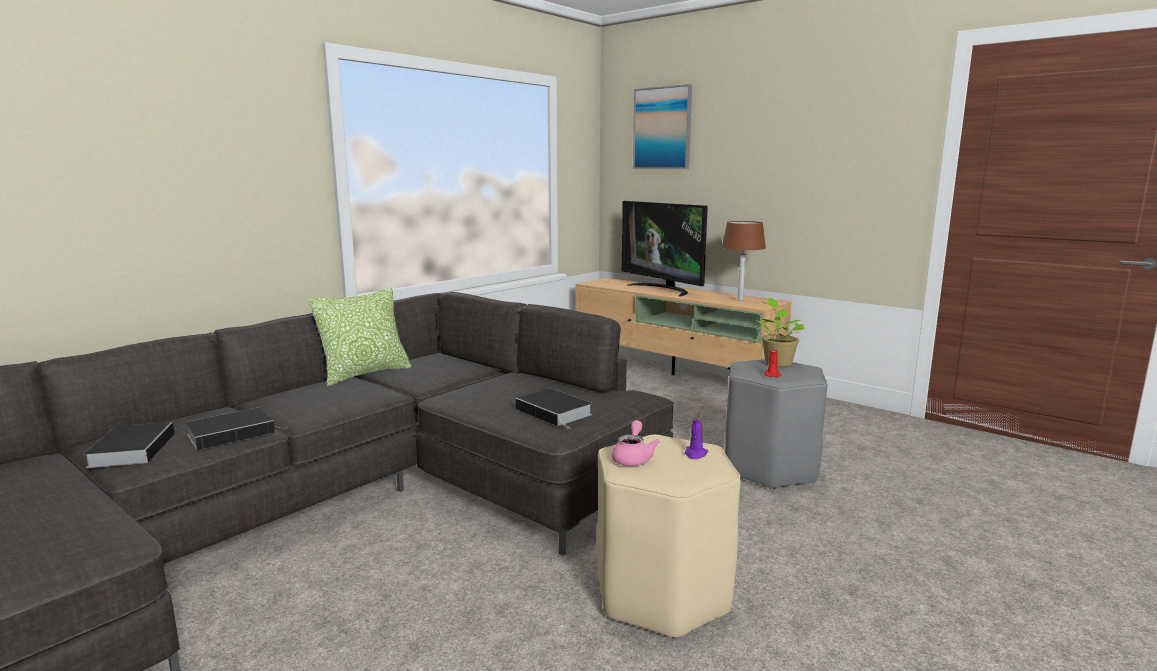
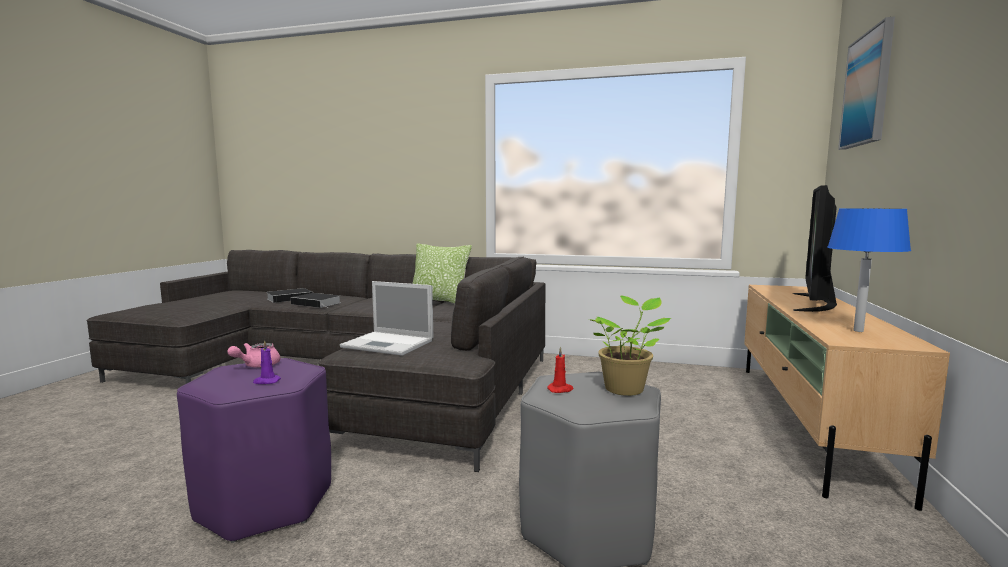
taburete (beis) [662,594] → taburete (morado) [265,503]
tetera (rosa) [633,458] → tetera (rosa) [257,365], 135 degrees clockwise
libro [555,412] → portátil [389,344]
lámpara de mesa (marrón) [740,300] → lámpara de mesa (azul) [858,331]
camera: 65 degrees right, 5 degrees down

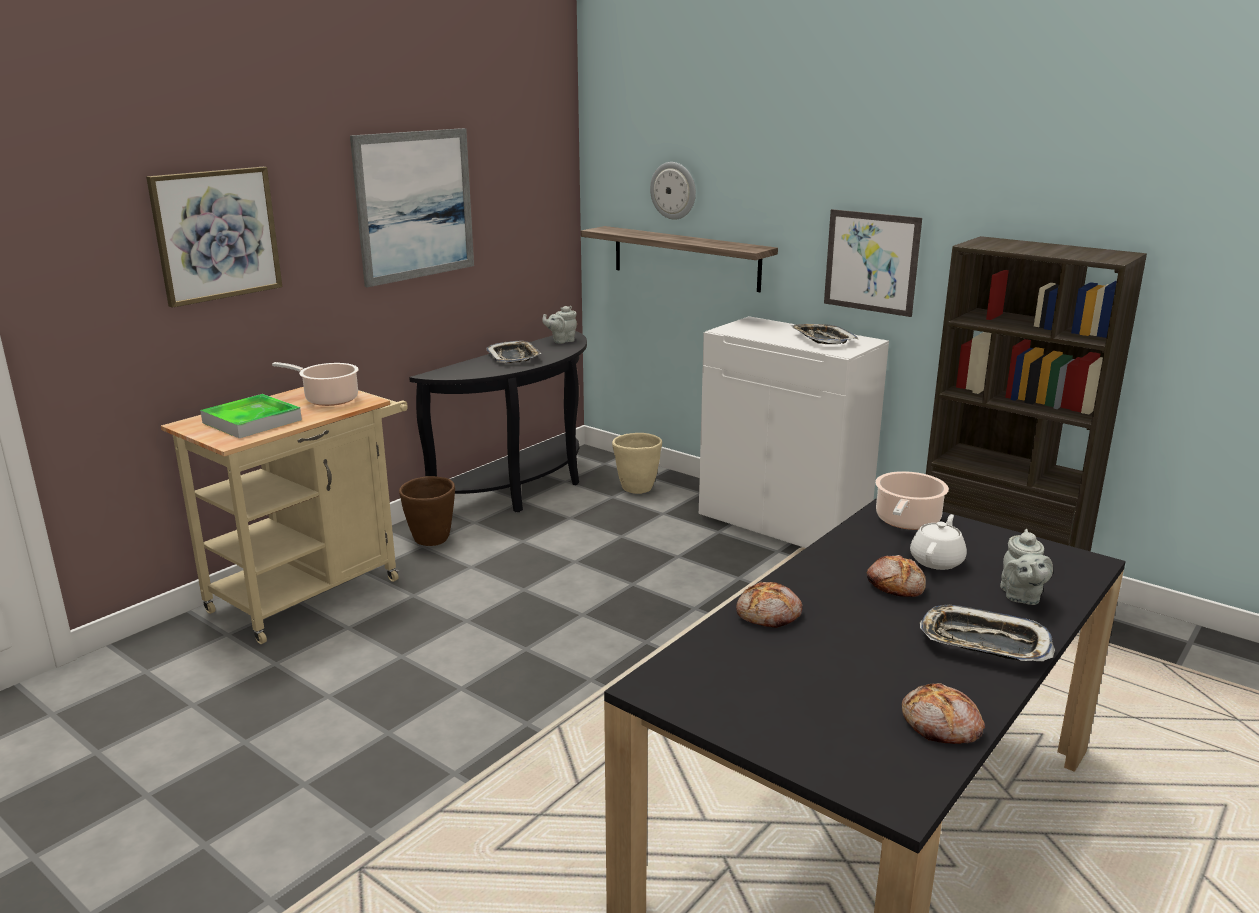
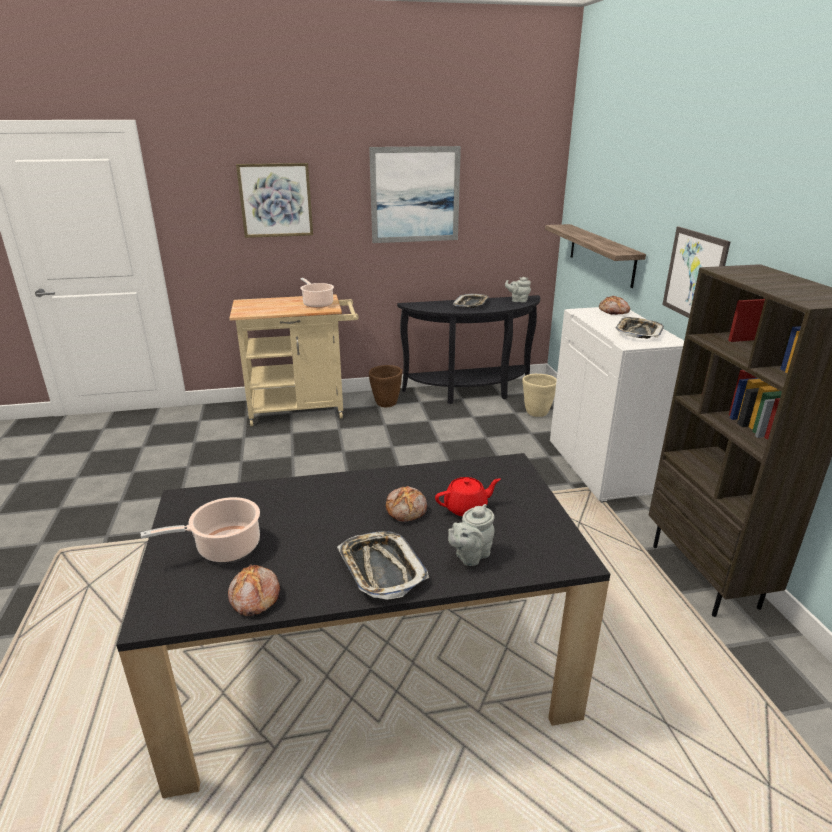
olla [906,521] → olla [224,547], shifted
tetera (blanco) [937,560] → tetera (rojo) [466,508]
pan [769,615] → pan [614,311], shifted
bandeja [252,421] → -
reloj de pared [673,190] → -
camera: 40 degrees right, 5 degrees up

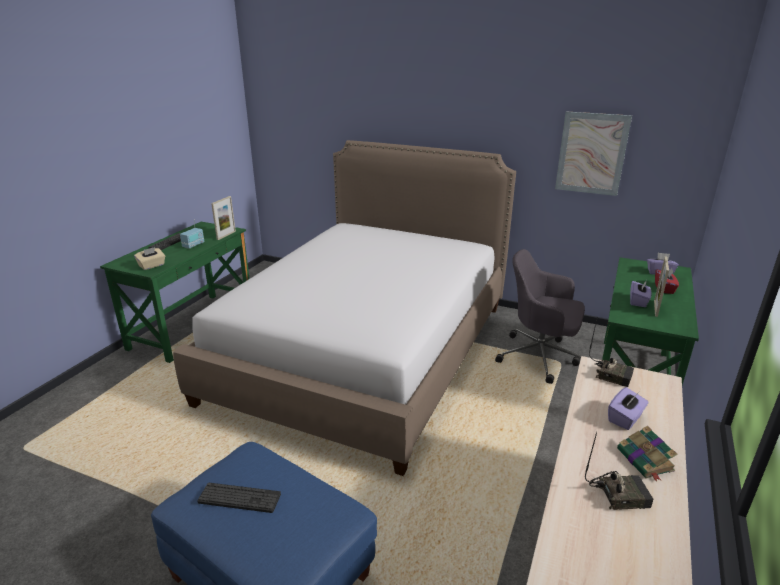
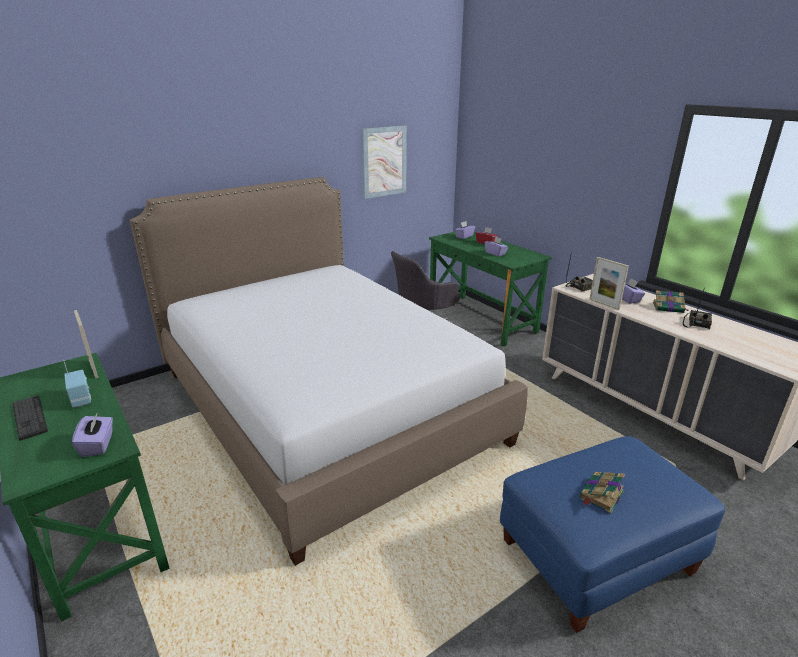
caja de pañuelos (beis) [152,266] → caja de pañuelos (morado) [98,445]
teclado [239,498] → libro [601,495]
portarretratos [655,308] → portarretratos [604,304], shifted
camera: 60 degrees left, 0 degrees up

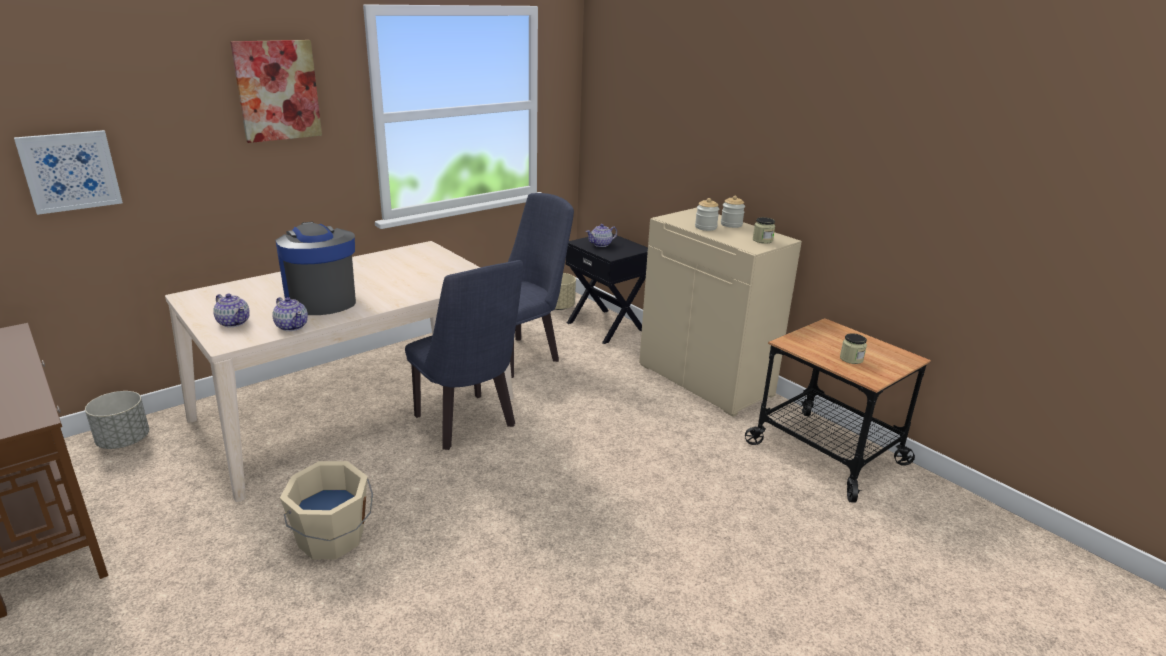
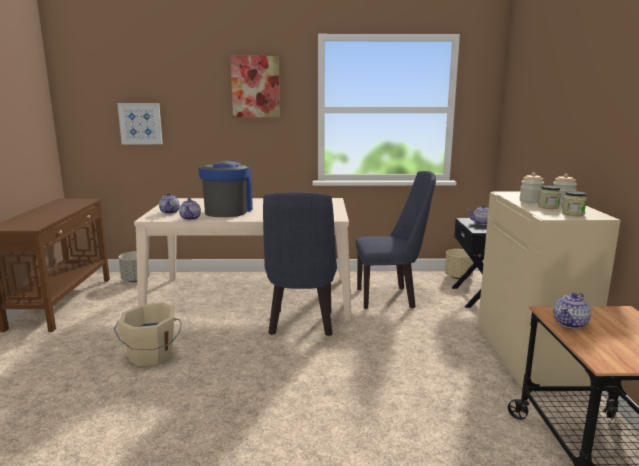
tarro [851,359] → tarro [548,207], shifted
- → tetera [570,323]
camera: 40 degrees right, 10 degrees down

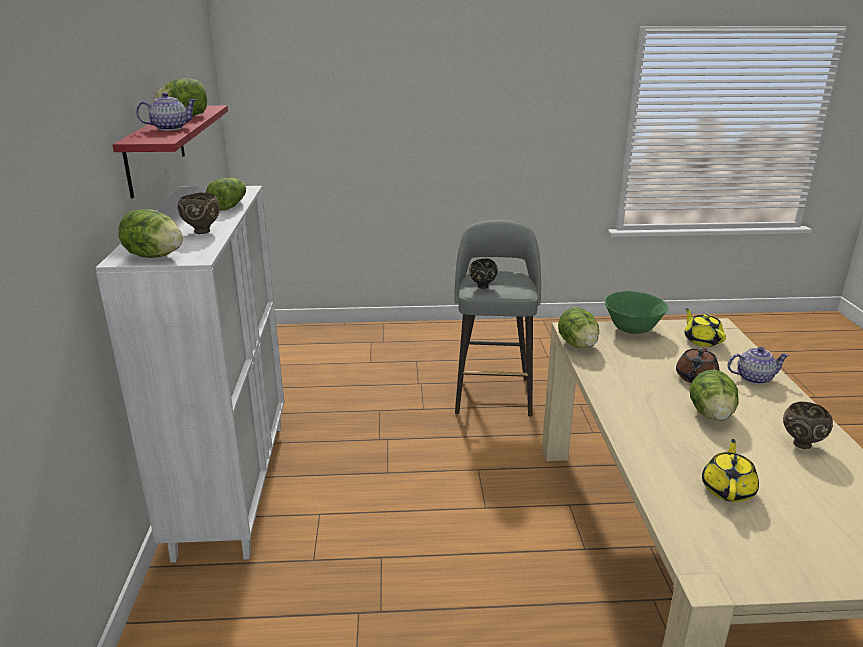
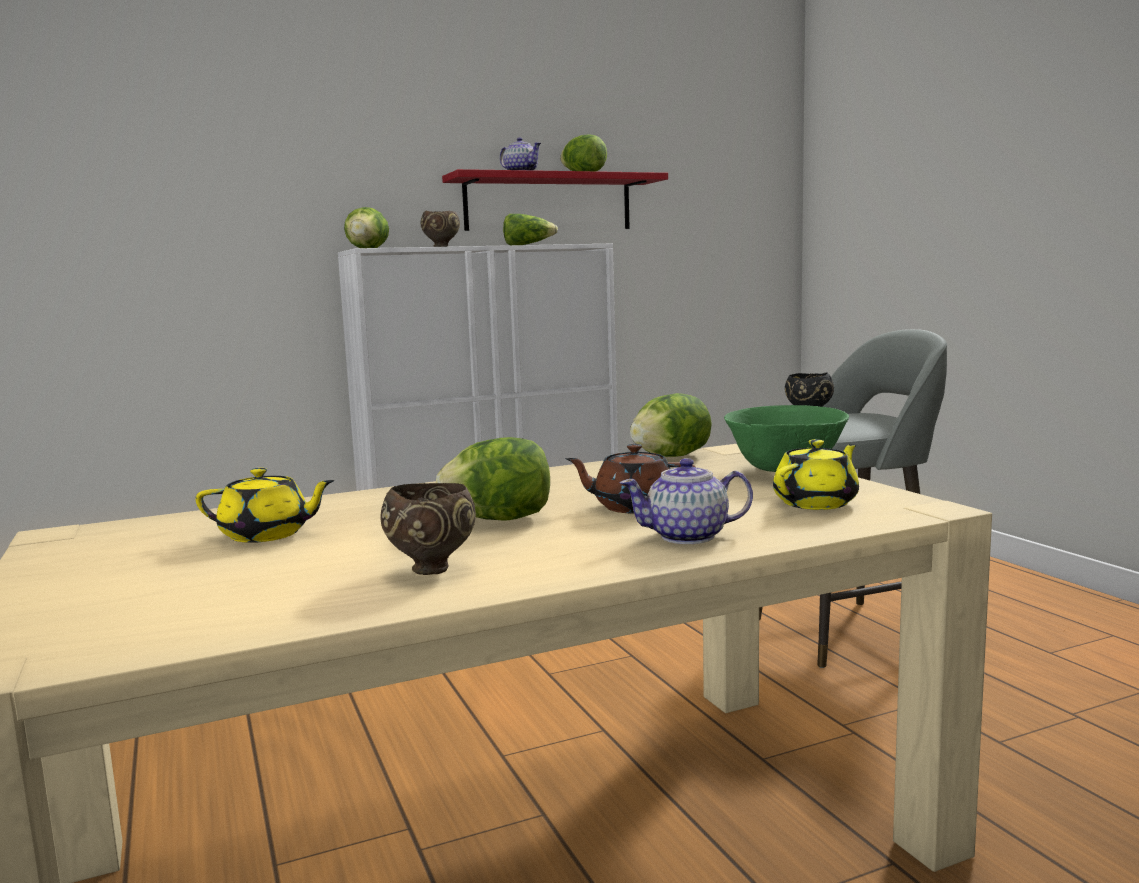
tetera [753,378] → tetera [688,536], 105 degrees clockwise
camera: 70 degrees right, 15 degrees down

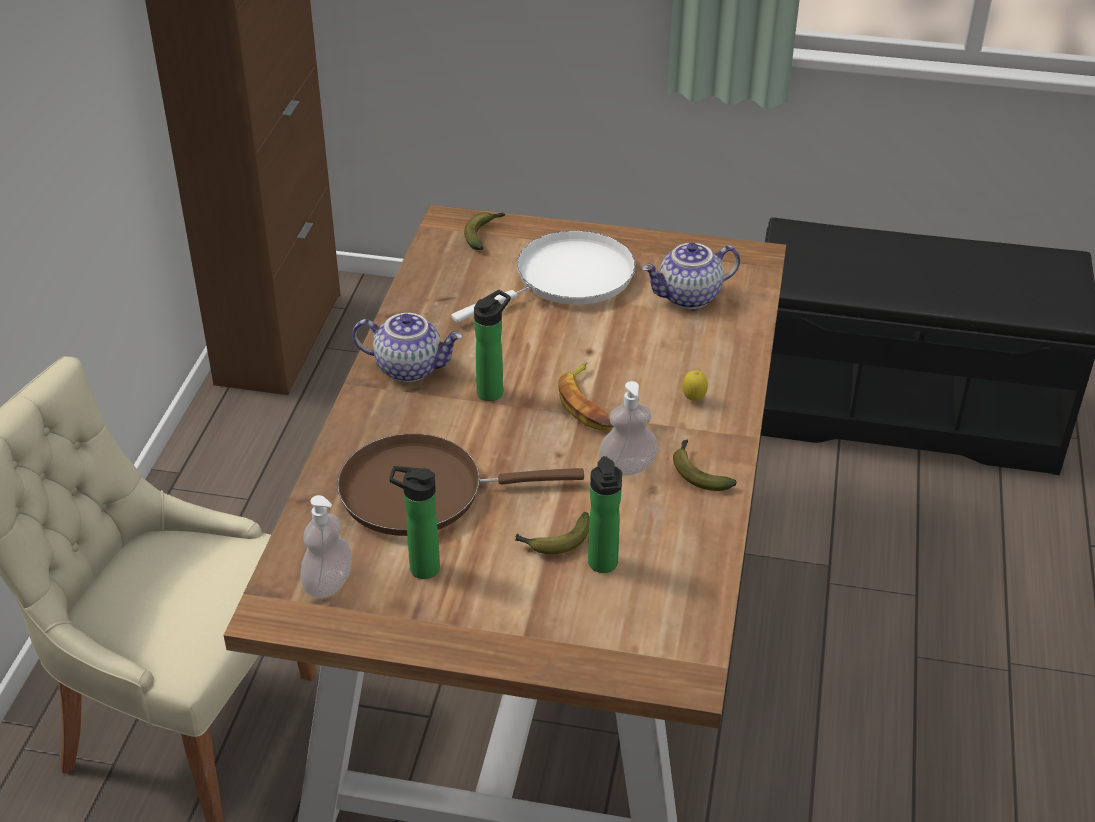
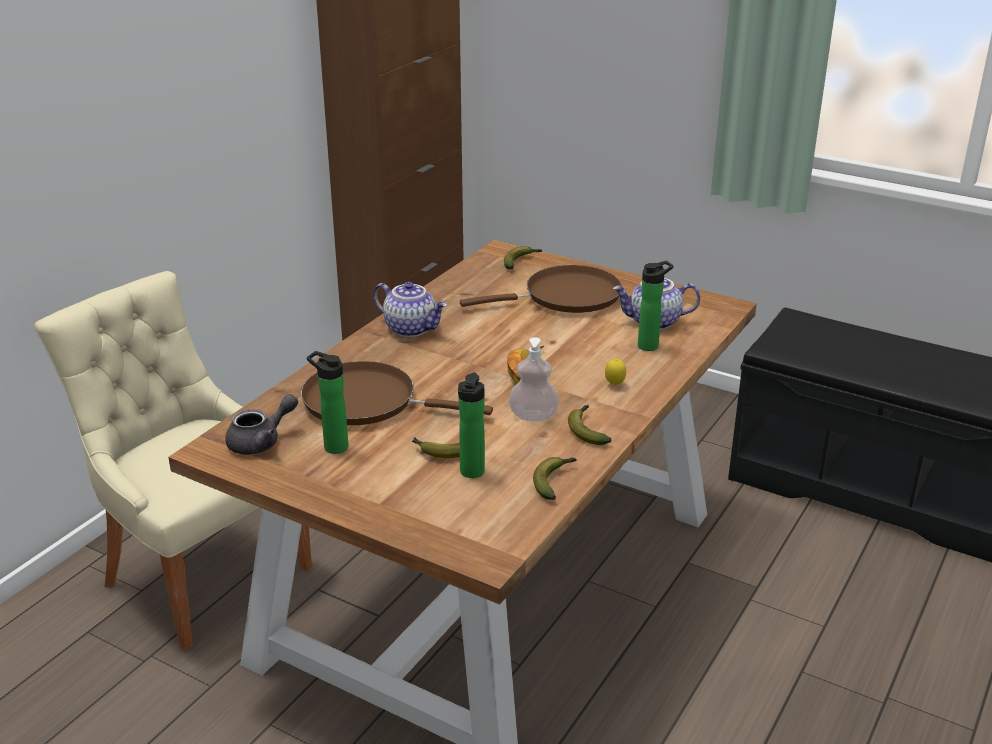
dispensador de jabón [328,583] → tetera (gris) [261,442]
sartén (blanco) [567,279] → sartén (marrón) [565,297]
- → plátano [554,481]
botella [493,391] → botella [651,345], shifted
camera: 20 degrees right, 10 degrees down

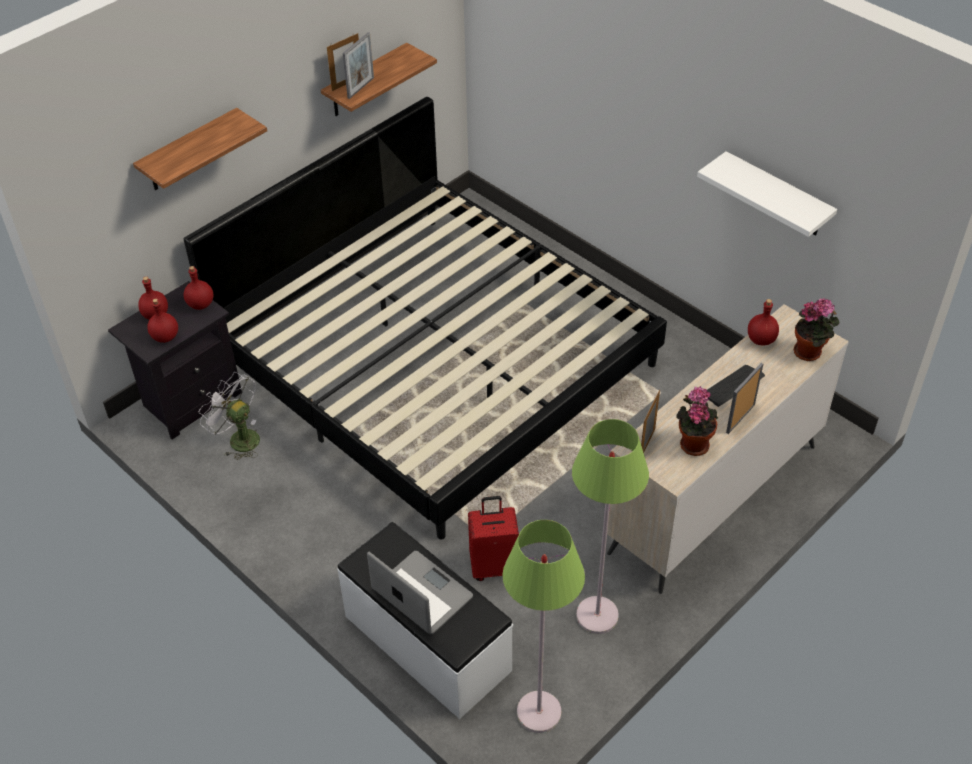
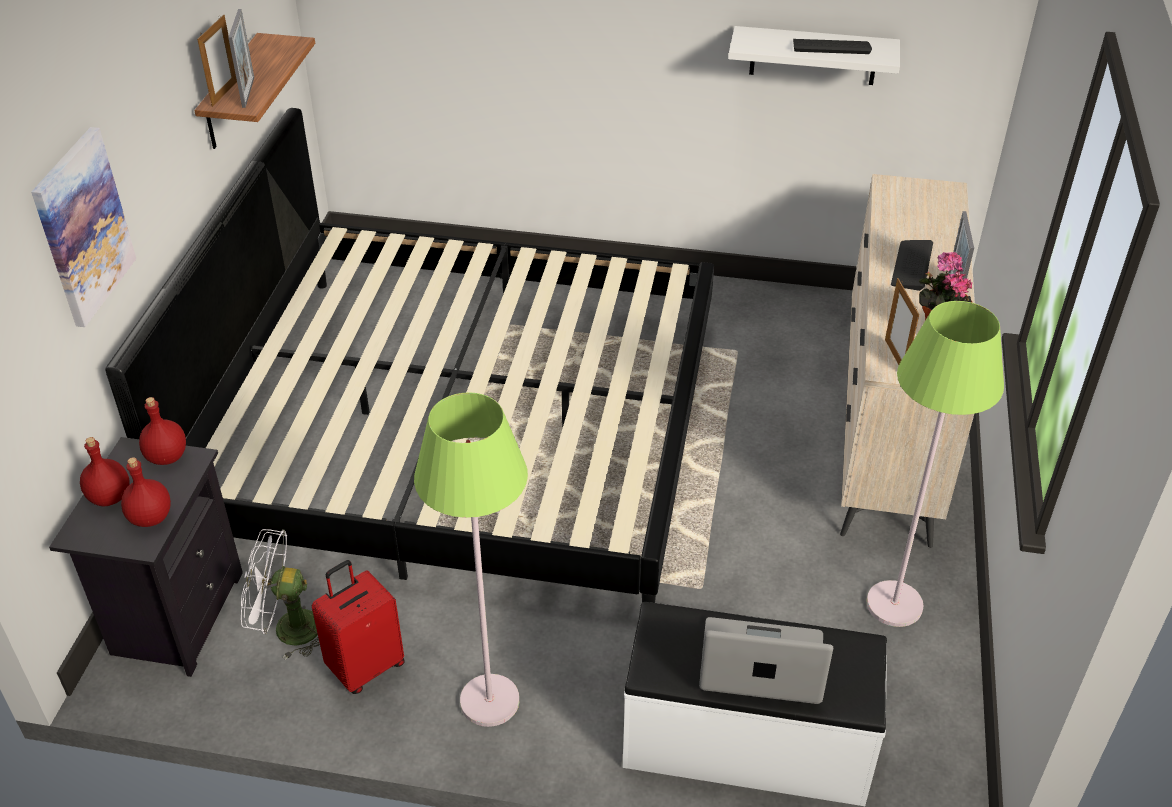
estante [189,151] → cuadro [83,227]
maleta (rojo) [494,566] → maleta (rojo) [365,666], shifted
lámpara de pie (verde) [538,712] → lámpara de pie (verde) [489,701], shifted
- → teclado [831,47]
botella (rojo) [761,339] → -
planta en maceta [810,352] → -
camera: 35 degrees left, 5 degrees down

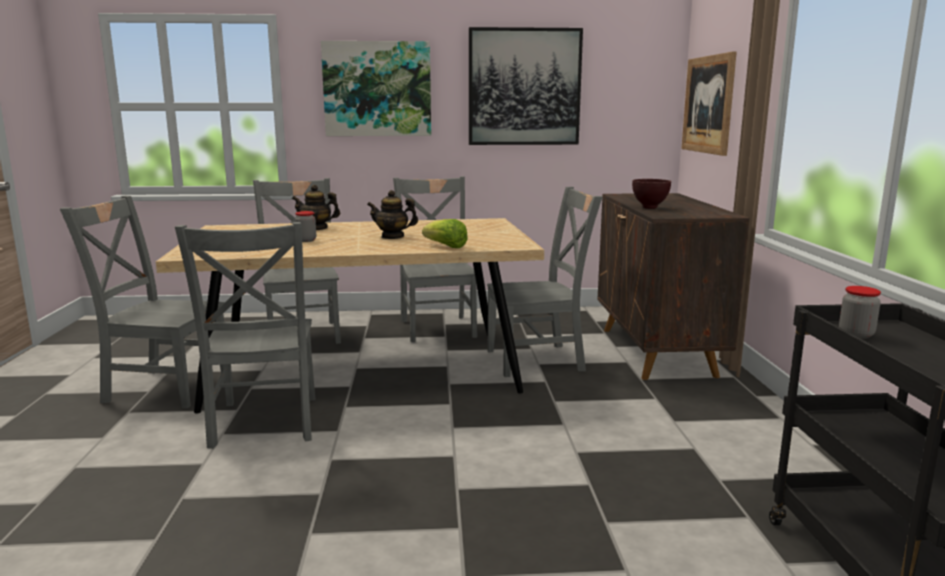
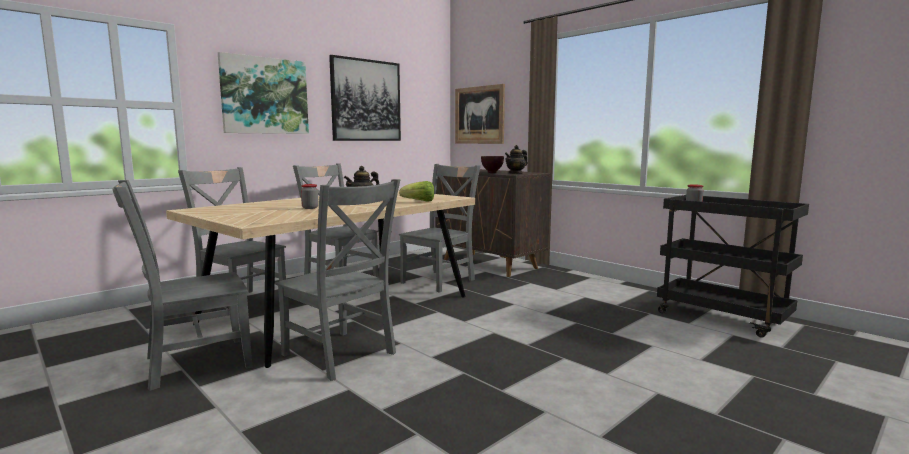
tetera [317,228] → tetera [516,173], shifted
camera: 40 degrees left, 5 degrees down

